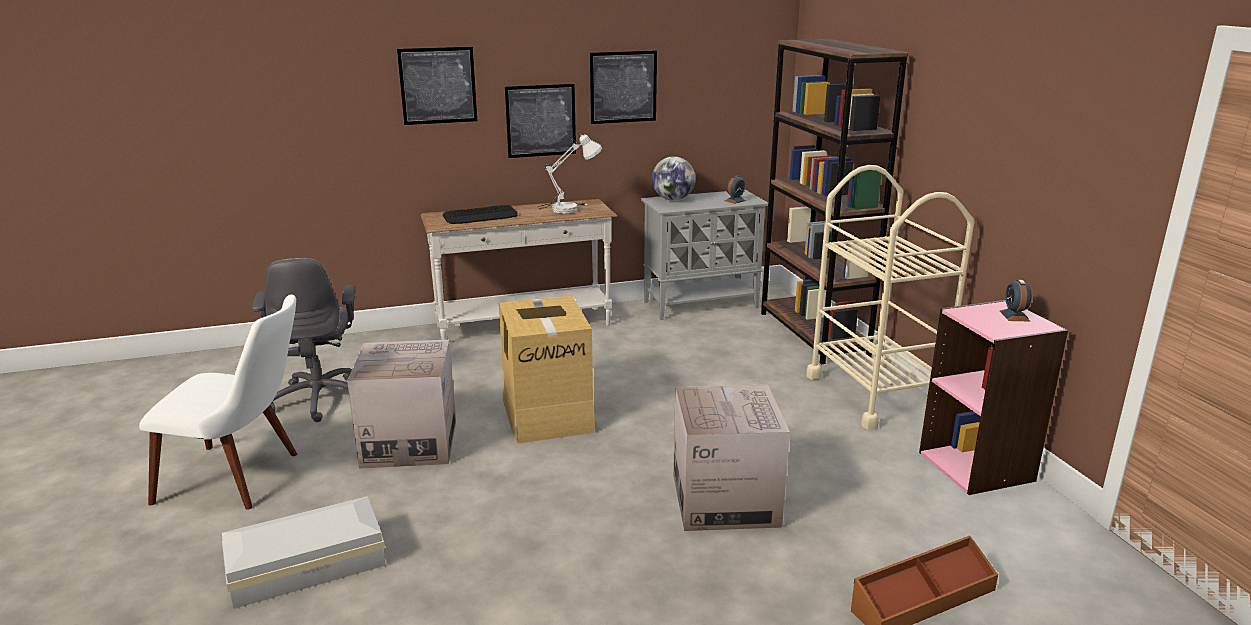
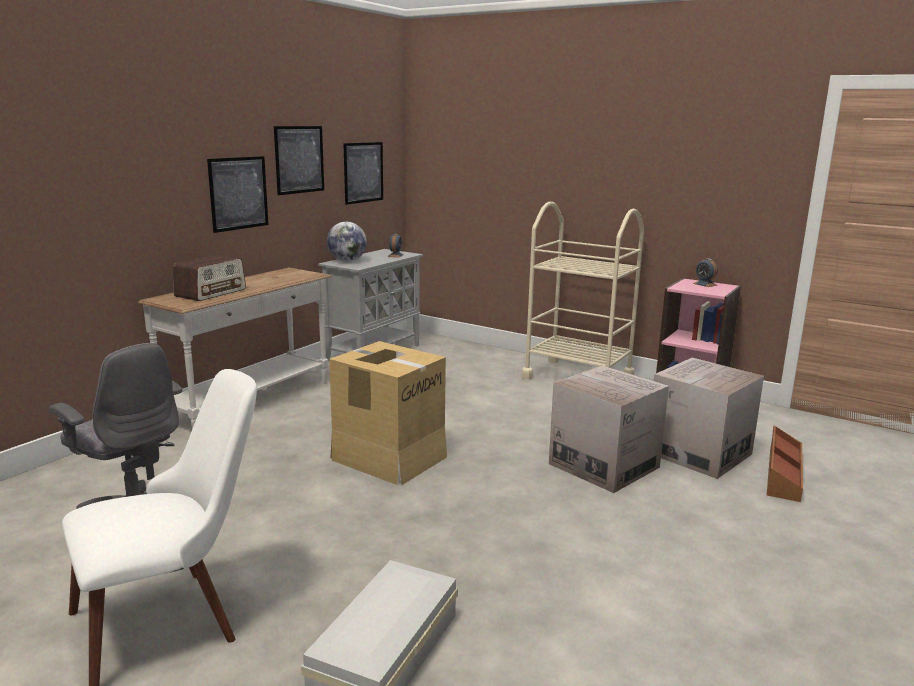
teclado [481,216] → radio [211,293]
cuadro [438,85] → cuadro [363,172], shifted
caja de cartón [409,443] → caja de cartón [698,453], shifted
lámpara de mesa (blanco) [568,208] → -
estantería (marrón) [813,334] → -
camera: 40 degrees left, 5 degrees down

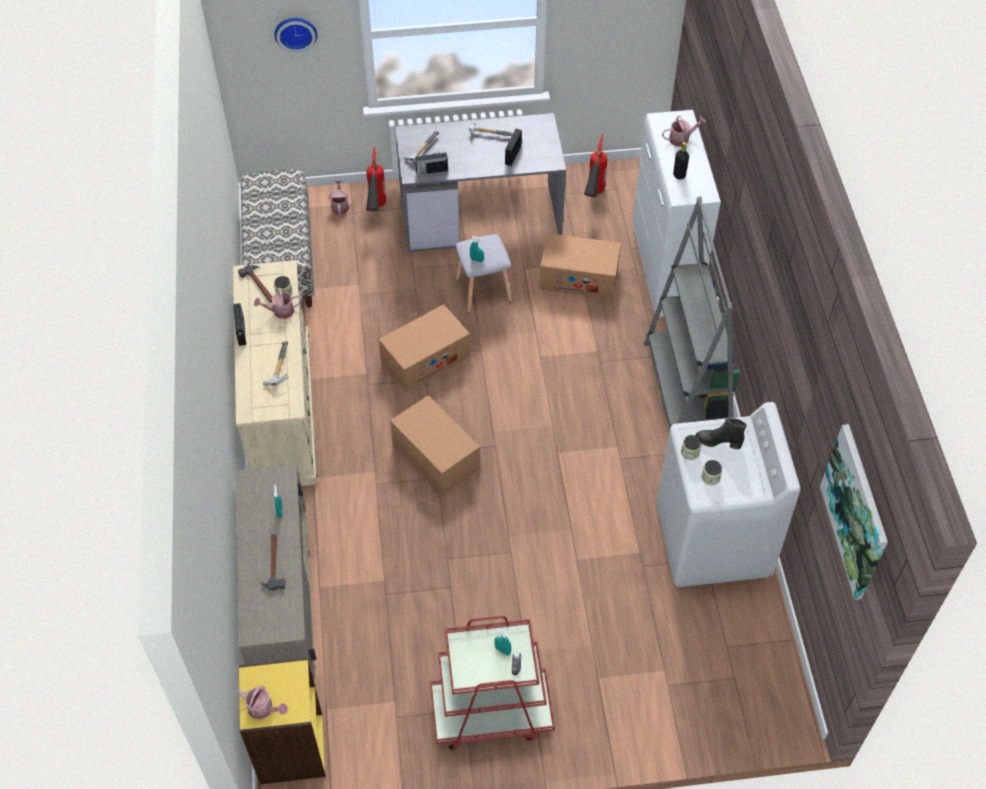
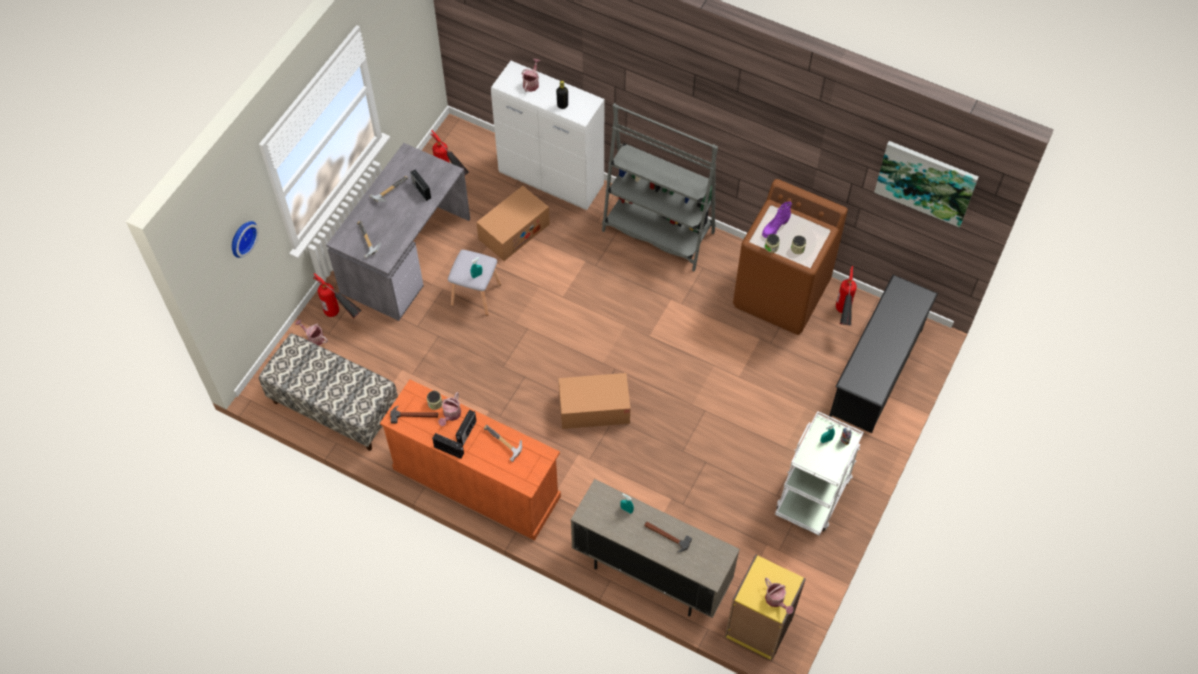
cómoda (beis) [282,408] → cómoda (naranja) [475,482]
radio [431,172] → radio [466,432], shifted
lavadora (blanco) [713,542] → lavadora (marrón) [781,294]
bota (negro) [718,442] → bota (morado) [775,228]
regadera [264,709] → regadera [776,600], 90 degrees clockwise
carrito (rojo) [491,712] → carrito (blanco) [813,493]
- → zapatero (negro) [876,371]
- → extintor [842,319]
caja de cartón [425,358] → -
camera: 55 degrees left, 5 degrees up

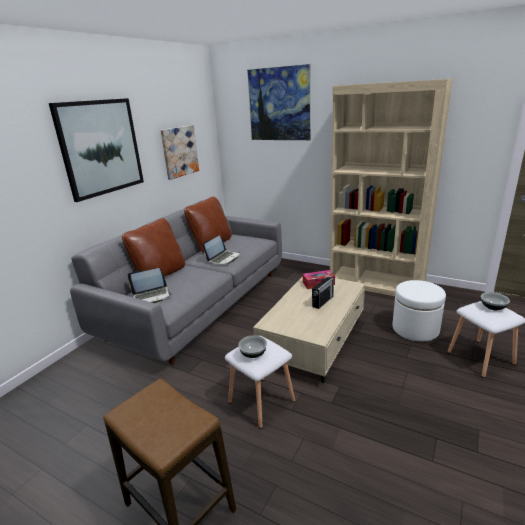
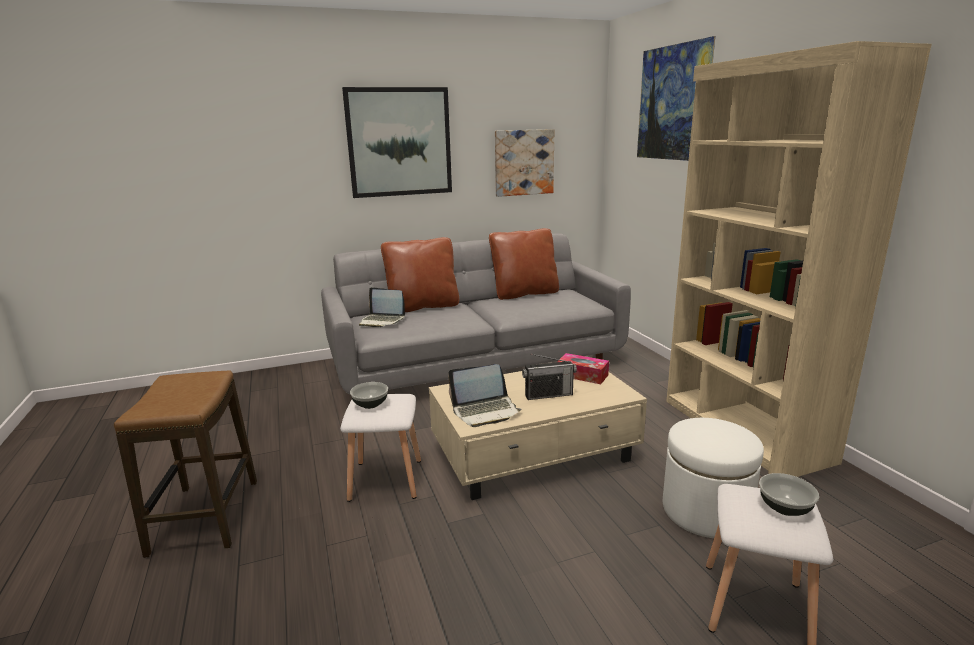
portátil [223,258] → portátil [485,411], shifted
camera: 40 degrees right, 5 degrees down

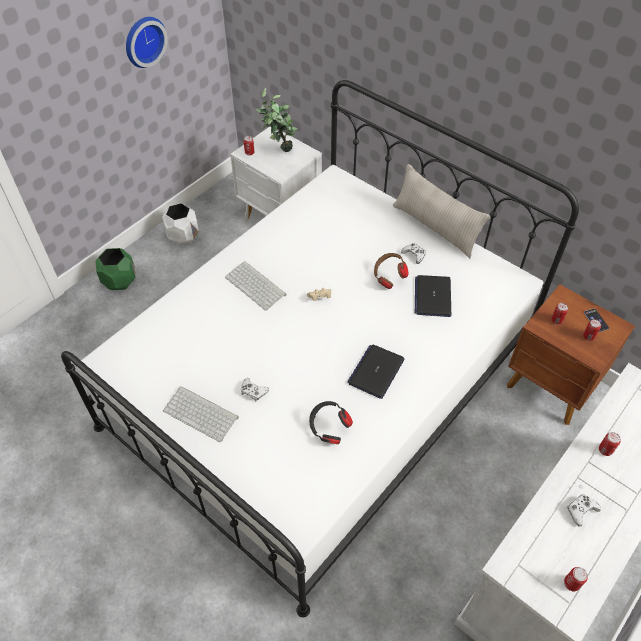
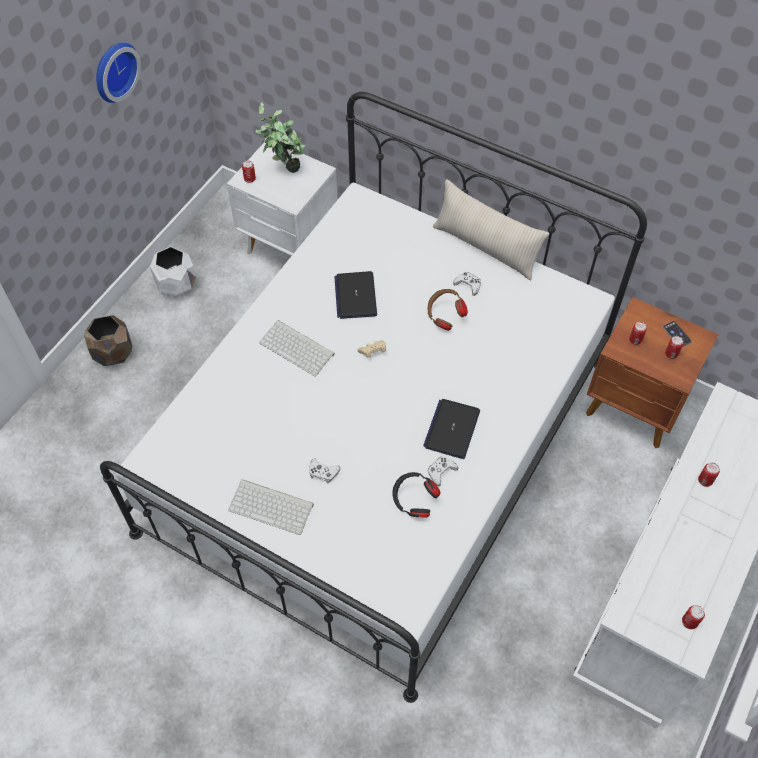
maceta (verde) [120,280] → maceta (marrón) [113,352]
portátil [432,296] → portátil [355,296], shifted
mando de consola (blanco) [581,510] → mando de consola (blanco) [441,472], shifted
camera: 10 degrees left, 5 degrees up

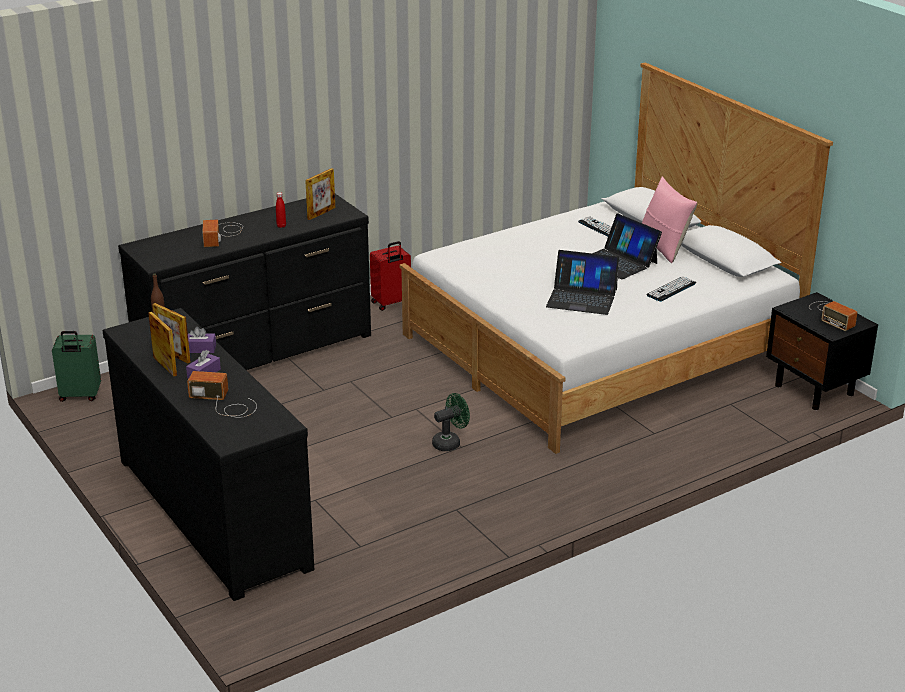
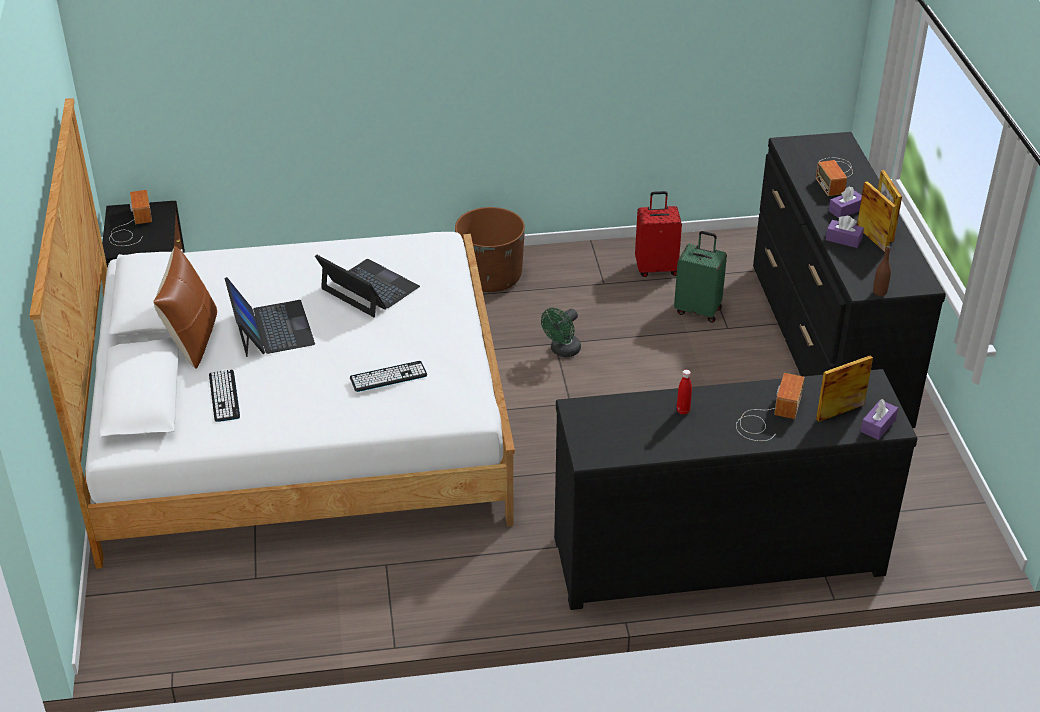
cojín (rosa) [663,247] → cojín (marrón) [192,339]
teclado [671,289] → teclado [388,377], shifted
- → maceta (marrón) [490,277]
ventilador (verde) [450,442] → ventilador (verde) [562,351], 45 degrees counterclockwise
maleta (rojo) [391,303] → maleta (rojo) [656,268], shifted
maleta (verde) [80,396] → maleta (verde) [698,310], shifted
radio [224,403] → radio [834,175], 45 degrees clockwise
portarretratos [321,213] → portarretratos [840,412], shifted
- → caja de pañuelos (morado) [878,425]
camera: 155 degrees left, 10 degrees up

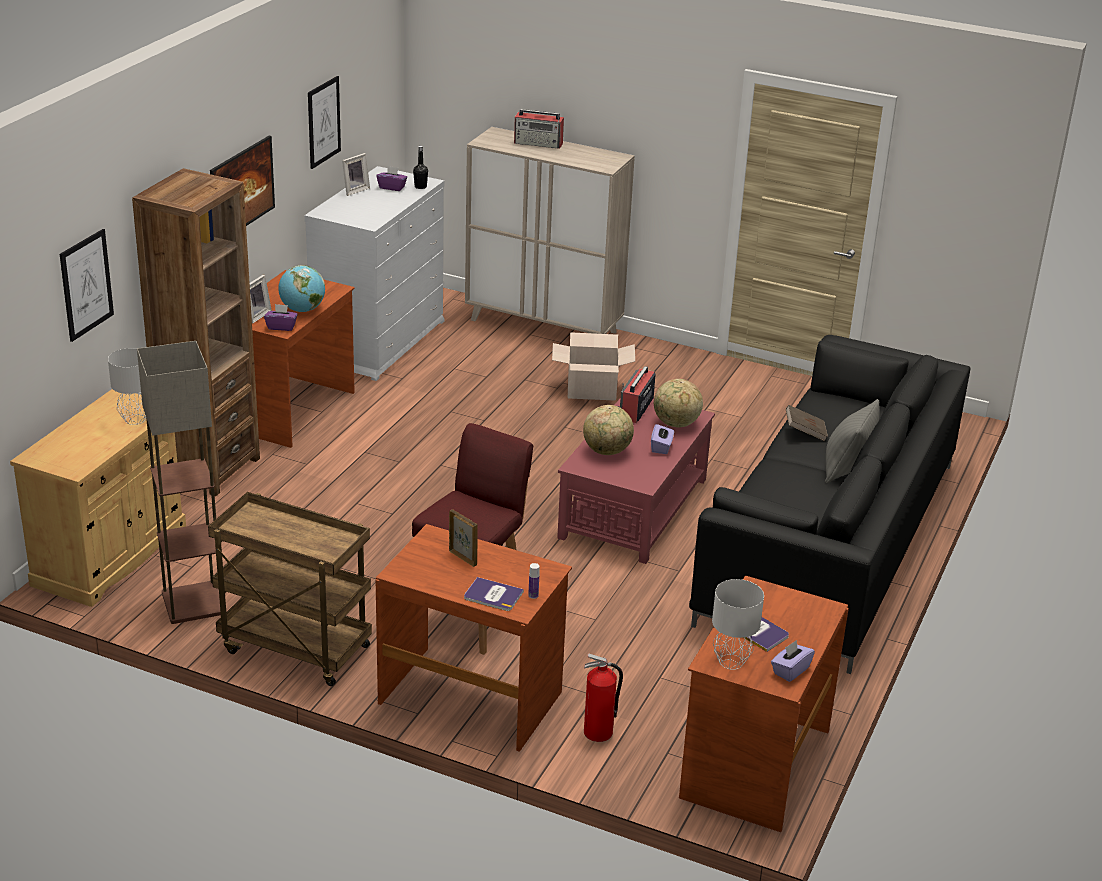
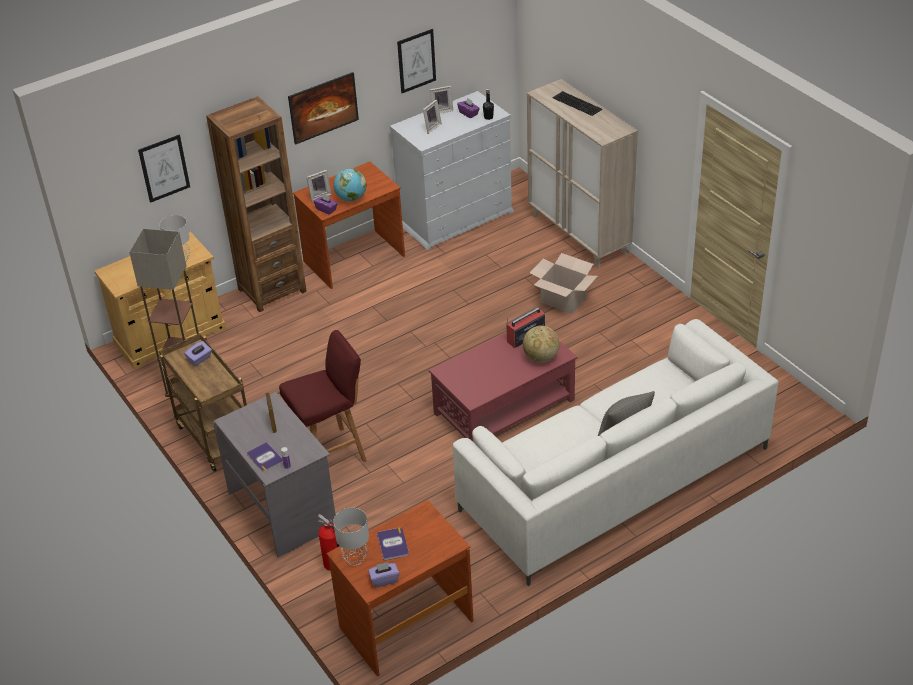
caja de pañuelos (morado) [661,447] → caja de pañuelos (morado) [199,359], shifted
escritorio (marrón) [471,697] → escritorio (gris) [283,509]
- → portarretratos [431,127]
sofá (negro) [829,541] → sofá (blanco) [614,479]
radio [539,143] → teclado [578,103]
globo terráqueo [607,451] → -
libro (marrón) [805,432] → -
camera: 35 degrees right, 10 degrees up

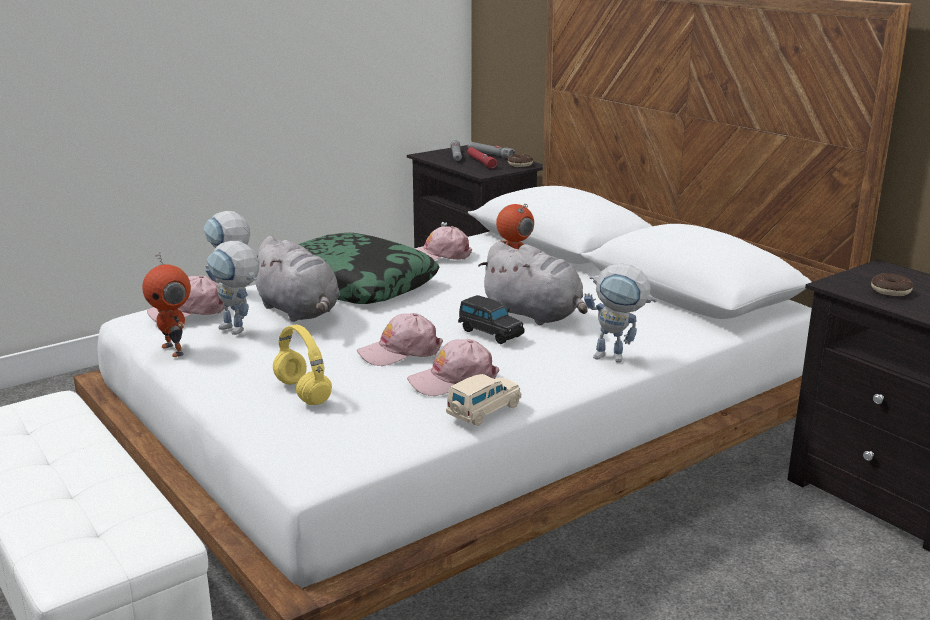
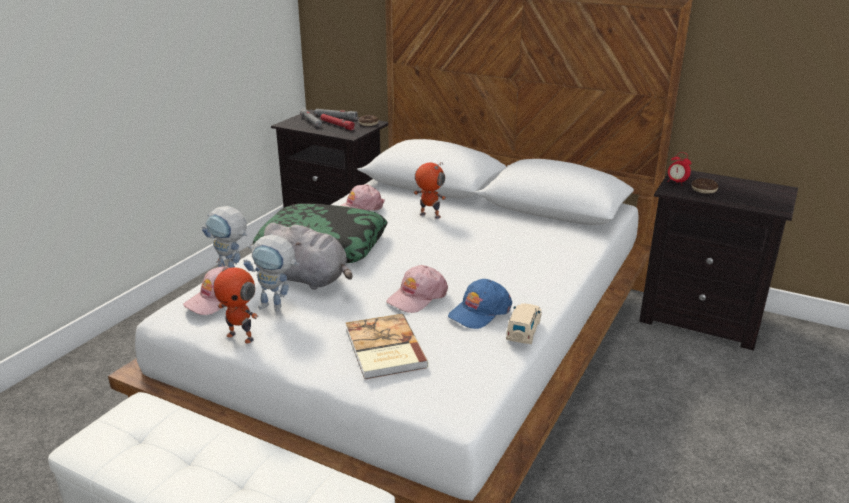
auriculares (amarillo) [301,392] → libro [383,349]
gorra (rosa) [453,380] → gorra (azul) [479,312]
- → despertador [676,182]
coche de juguete (negro) [490,333] → -
peluche (gris) [535,315] → -
robot de juguete [617,358] → -
camera: 25 degrees left, 5 degrees up

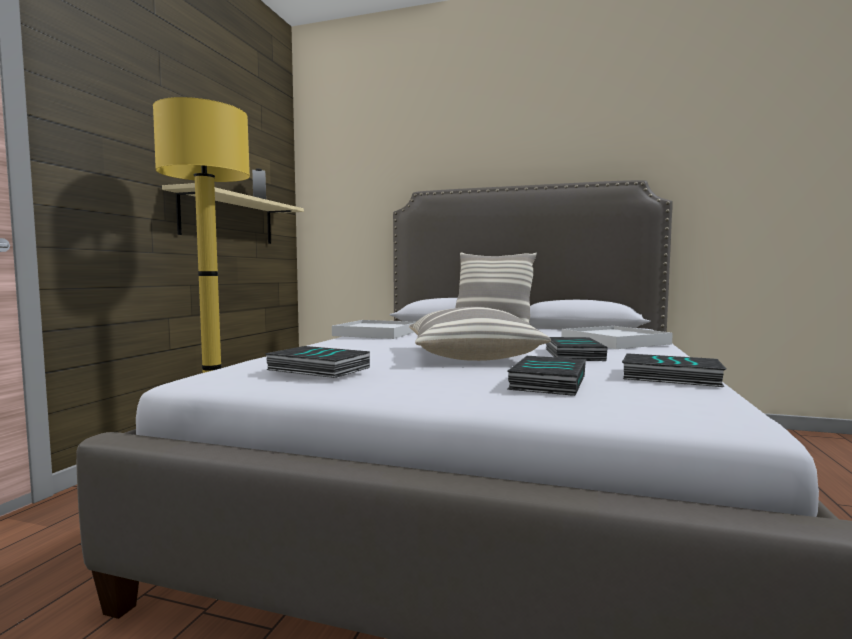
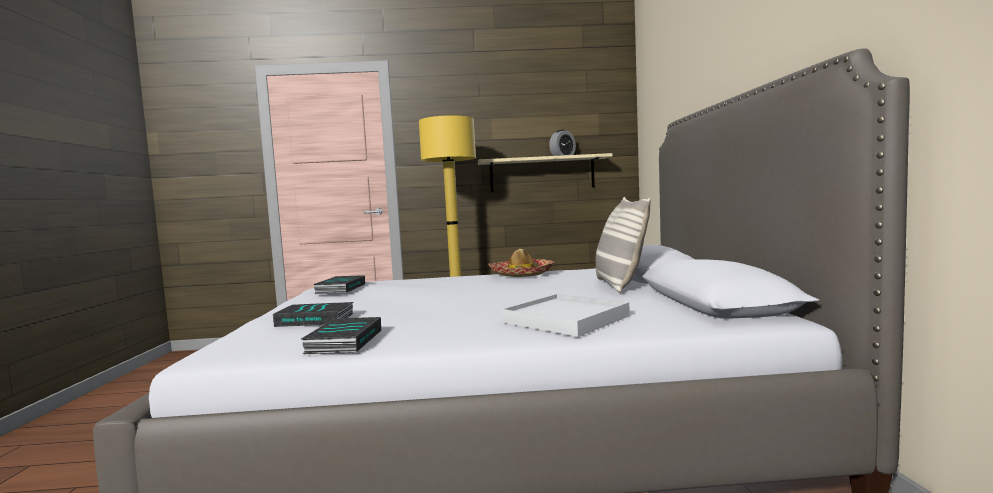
bandeja (blanco) [376,333] → sombrero [521,274]
cojín [471,356] → -
libro [572,354] → -
camera: 70 degrees right, 0 degrees up

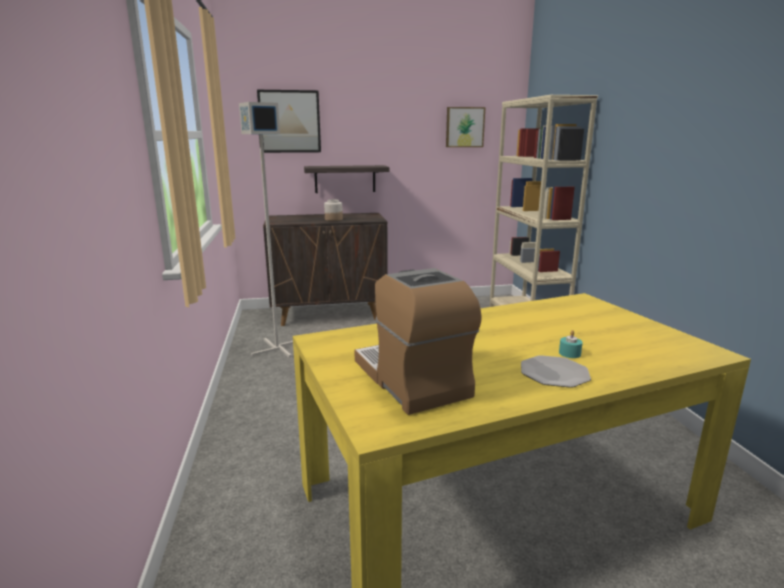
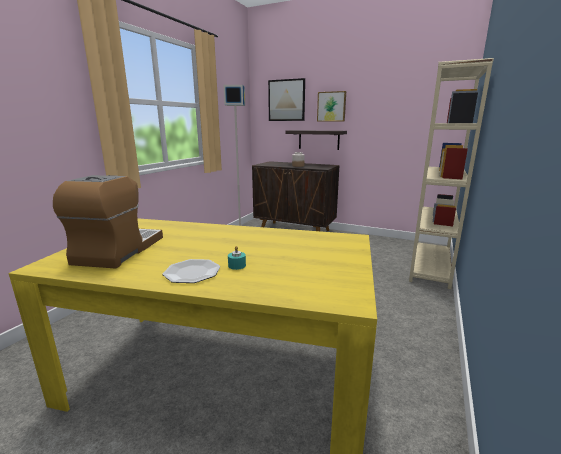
cuadro [464,127] → cuadro [331,106], shifted
camera: 35 degrees right, 0 degrees up

